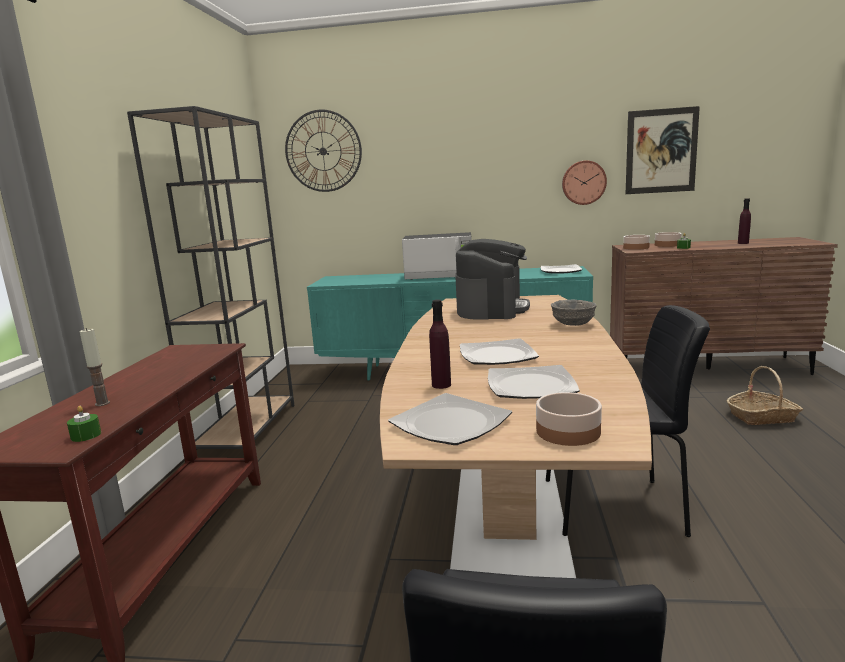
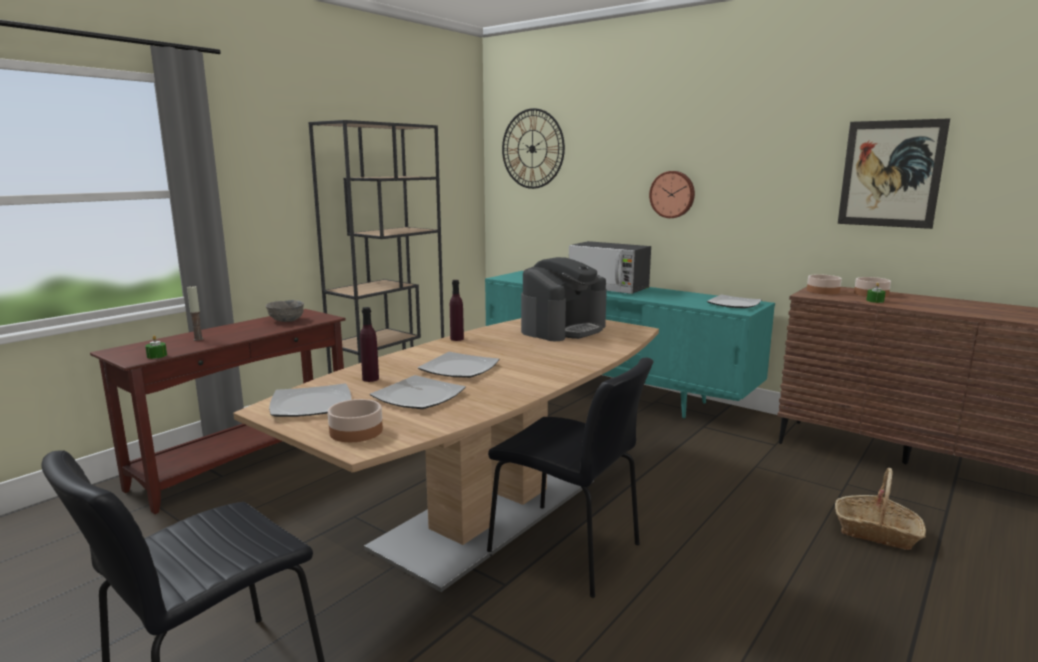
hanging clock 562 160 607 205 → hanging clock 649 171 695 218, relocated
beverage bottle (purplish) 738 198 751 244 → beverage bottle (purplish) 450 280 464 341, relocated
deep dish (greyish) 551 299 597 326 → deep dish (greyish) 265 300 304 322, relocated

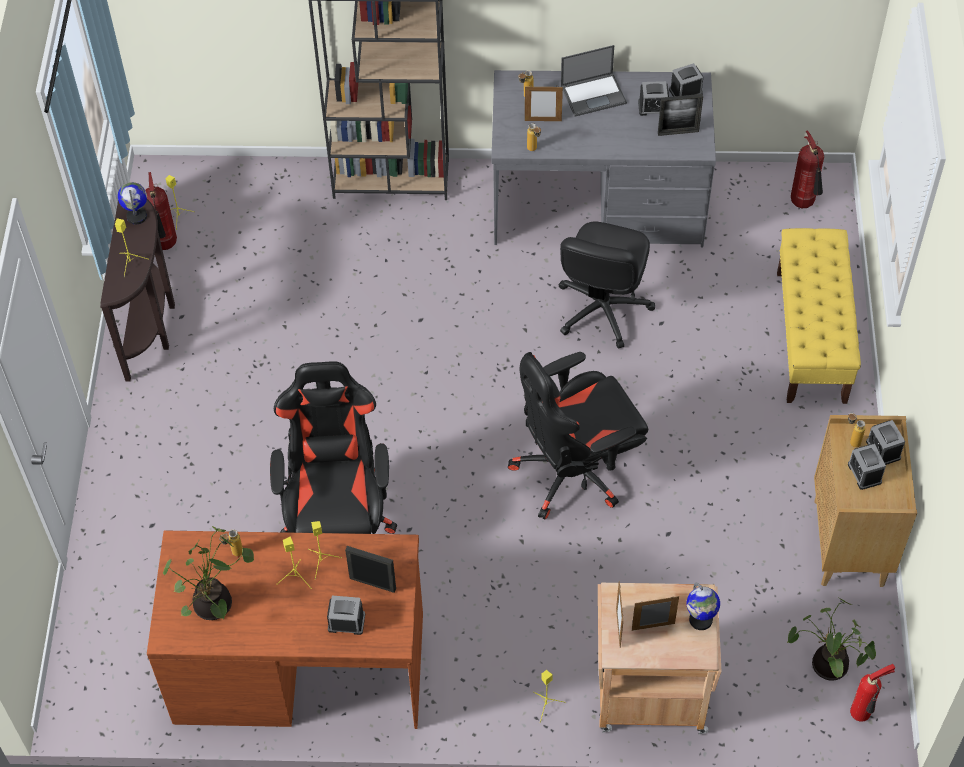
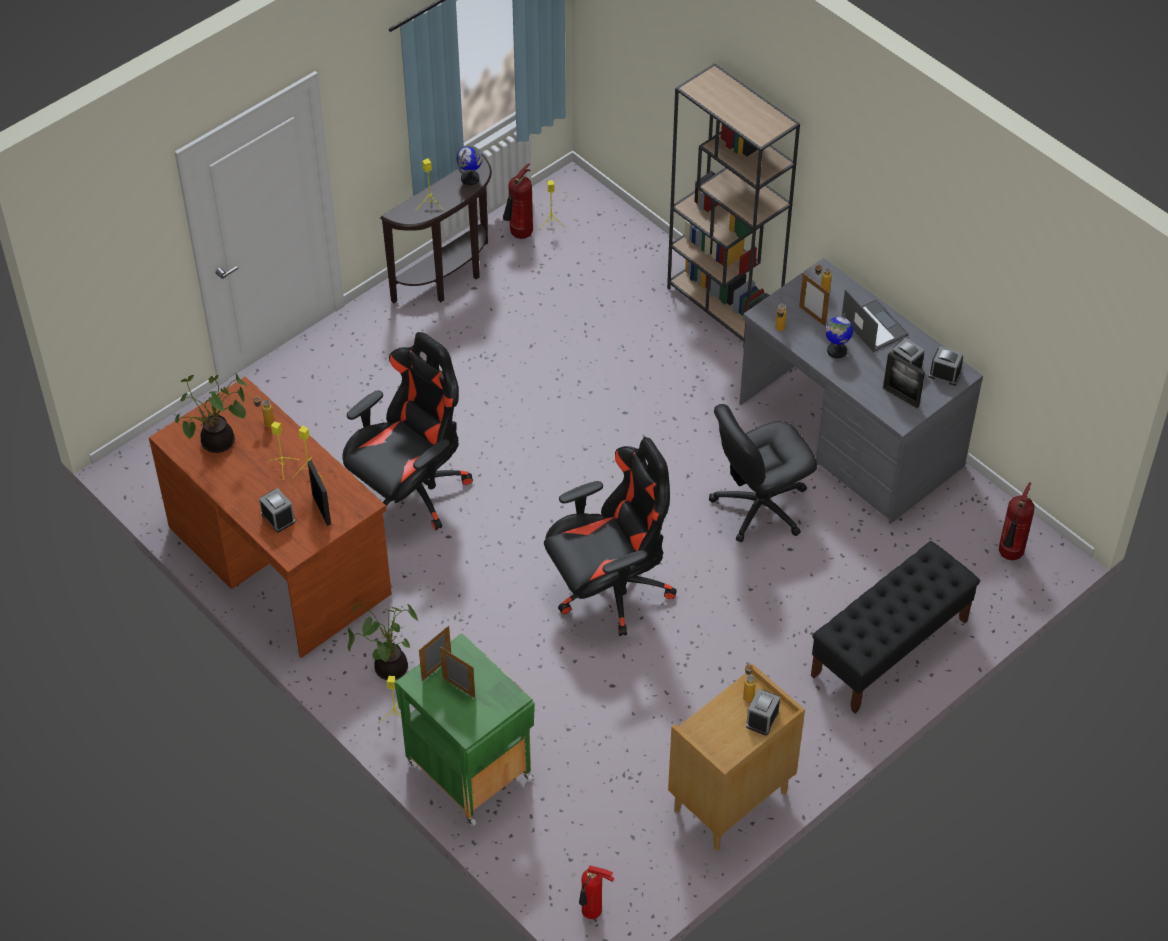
notebook computer 561 45 627 117 → notebook computer 842 289 909 352, 150 degrees counterclockwise
indoor bench (yellow-coloured) 777 228 861 404 → indoor bench (black-coloured) 811 541 980 714
desk chair (black-coloured) 508 352 648 519 → desk chair (black-coloured) 544 437 677 636, 135 degrees clockwise
alarm clock 848 444 886 490 → -
cart (brown-coloured) 598 583 722 735 → cart (greenish) 394 634 535 826
desk globe 687 583 720 630 → desk globe 825 313 853 358, relocated
plant in a pot 787 597 876 681 → plant in a pot 348 600 418 680, relocated

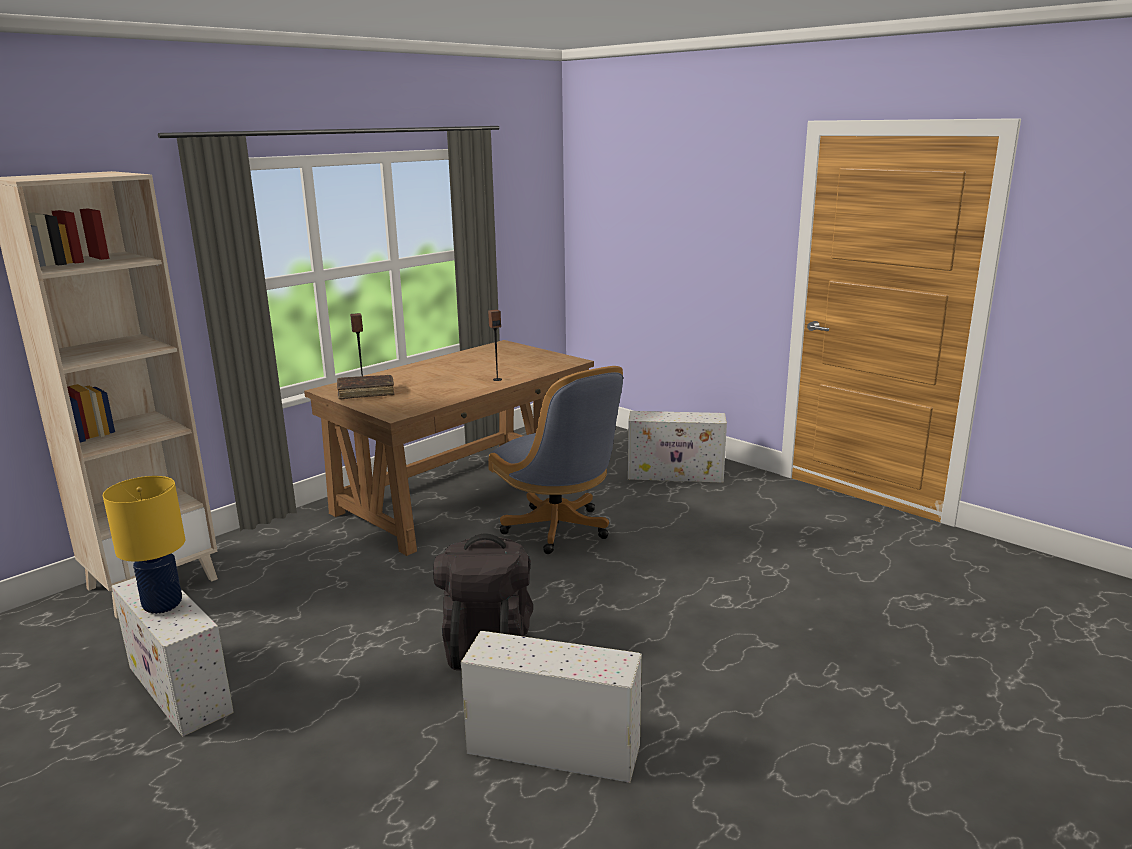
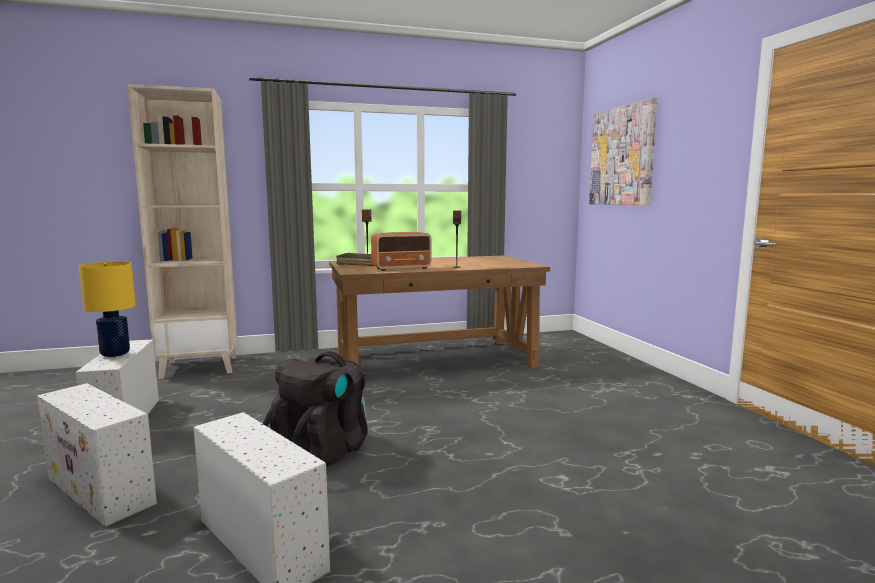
desk chair (bluish) 488 366 623 554 → -
storage box (whitish) 628 411 727 483 → storage box (whitish) 37 383 157 527, relocated
- → wall art 589 98 657 205
- → radio set 371 232 432 271

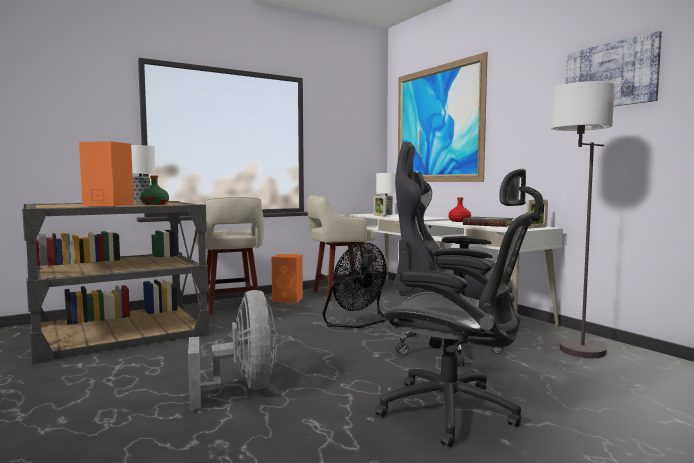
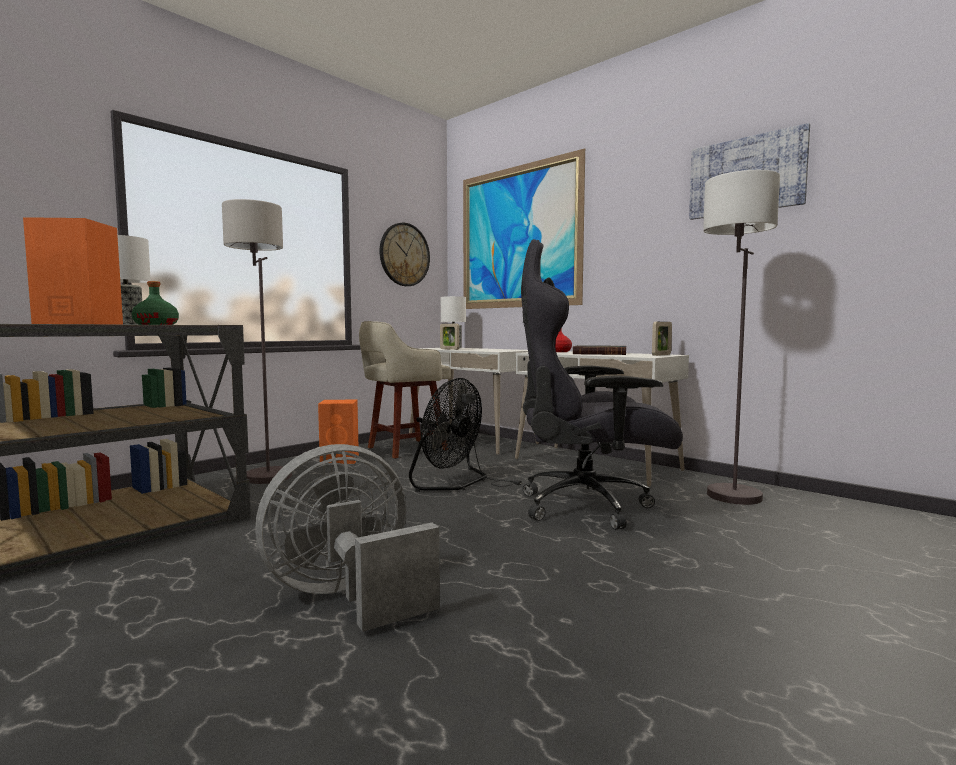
desk chair 375 169 543 447 → -
stool (beige-coloured) 195 197 264 315 → standing lamp (greyish) 222 199 292 484
cooling fan (greyish) 188 290 277 409 → cooling fan (greyish) 255 444 440 632, 90 degrees counterclockwise
- → hanging clock 380 223 430 286

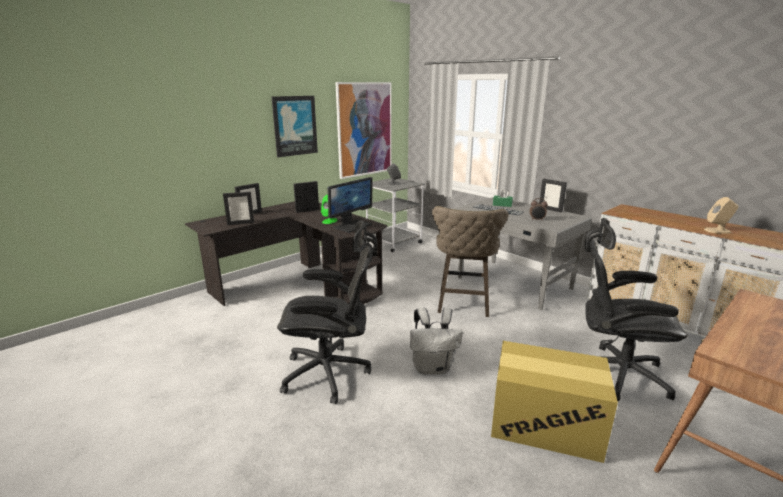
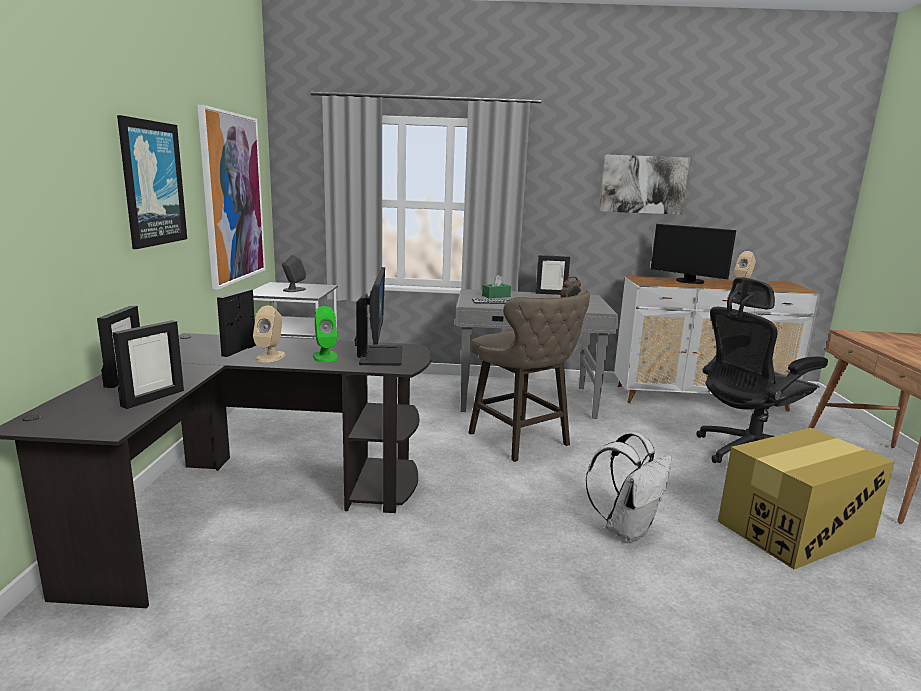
desk chair 277 221 377 404 → -
- → wall art 599 155 690 215
- → computer screen 651 224 736 284
- → loudspeaker (beige-coloured) 253 305 286 363

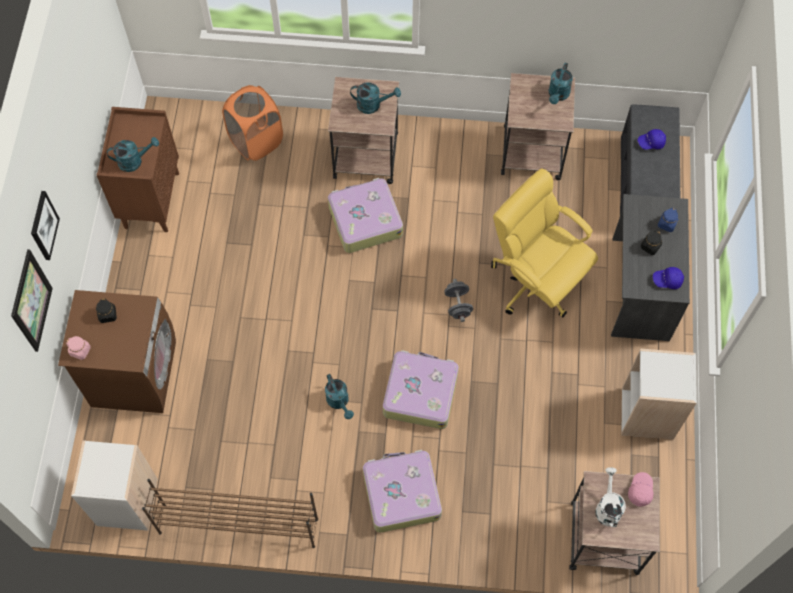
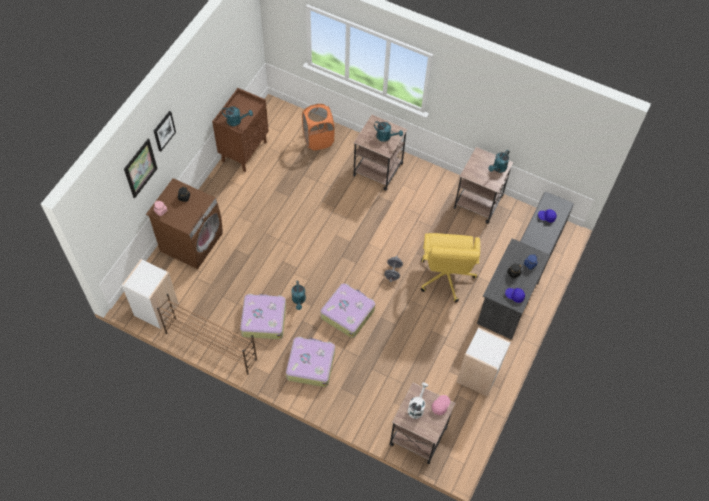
desk chair (yellow-coloured) 491 169 598 317 → desk chair (yellow-coloured) 421 233 480 302, 150 degrees counterclockwise
suitcase 328 178 403 253 → suitcase 240 294 286 339, relocated

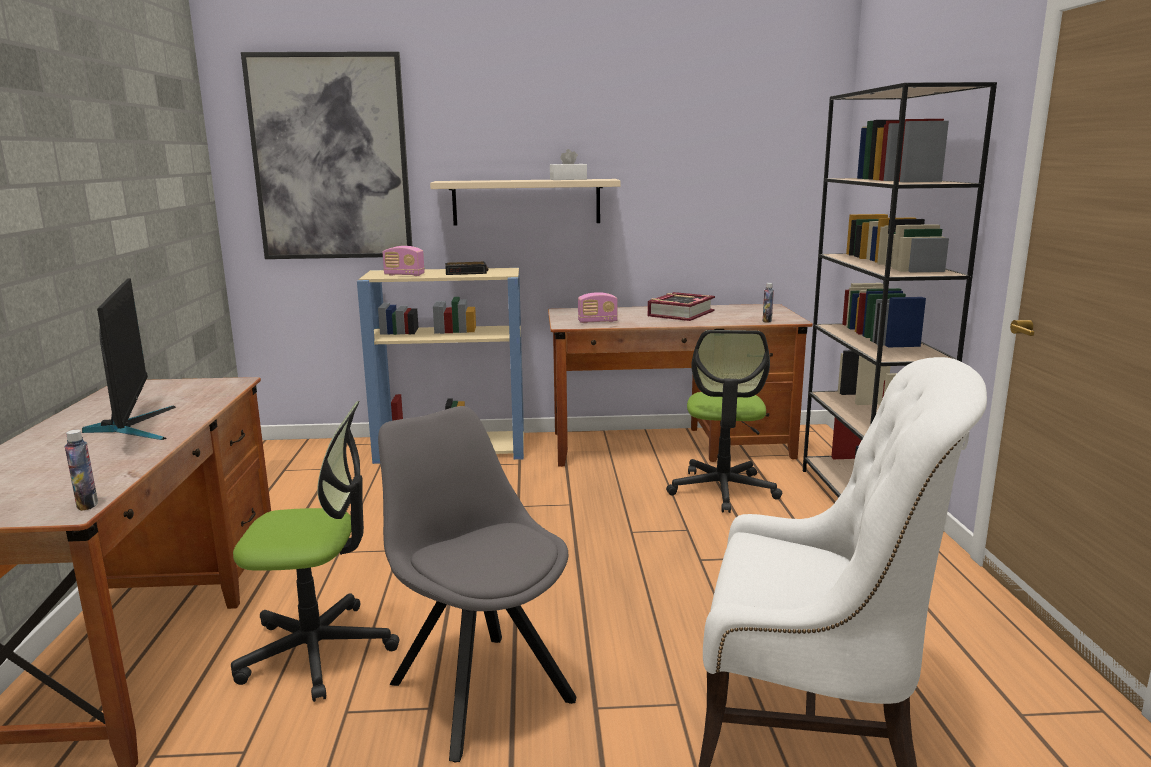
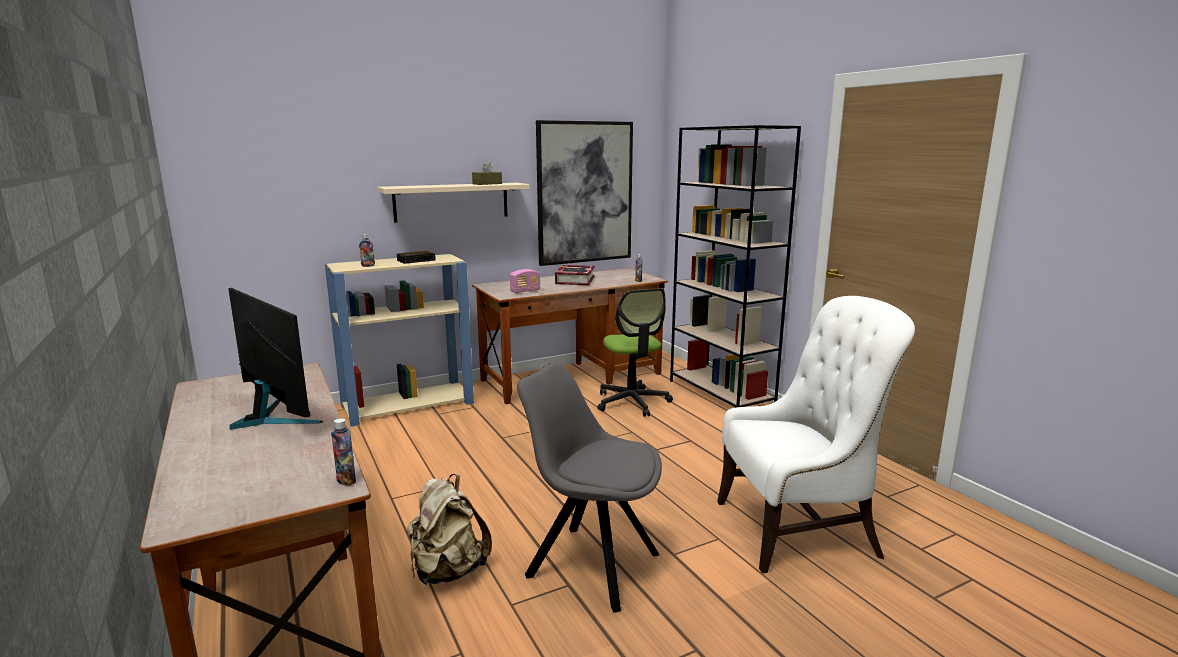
wall art 241 51 412 259 → wall art 536 120 633 266, relocated
tissue holder (whitish) 550 149 587 180 → tissue holder (brown-coloured) 472 161 502 185
radio set 383 246 425 276 → beverage bottle 359 234 375 267
desk chair 231 401 400 702 → backpack (beige-coloured) 407 474 492 585

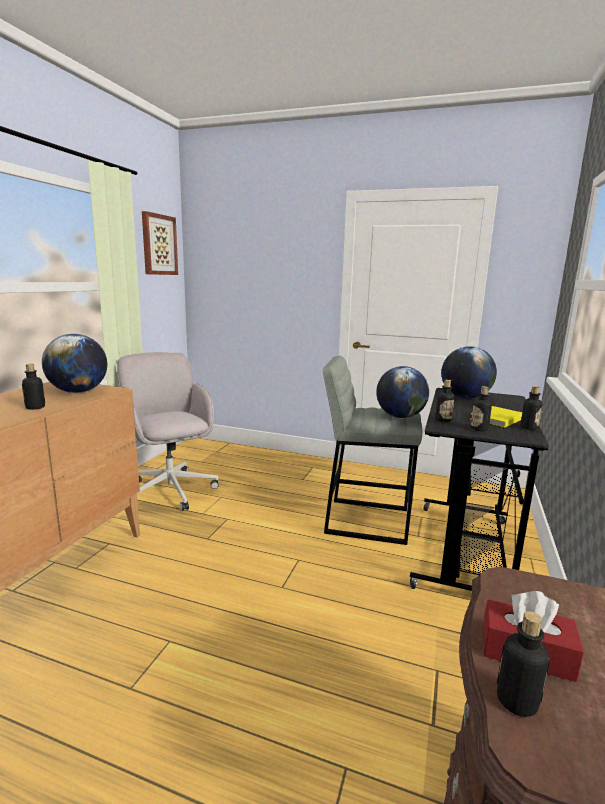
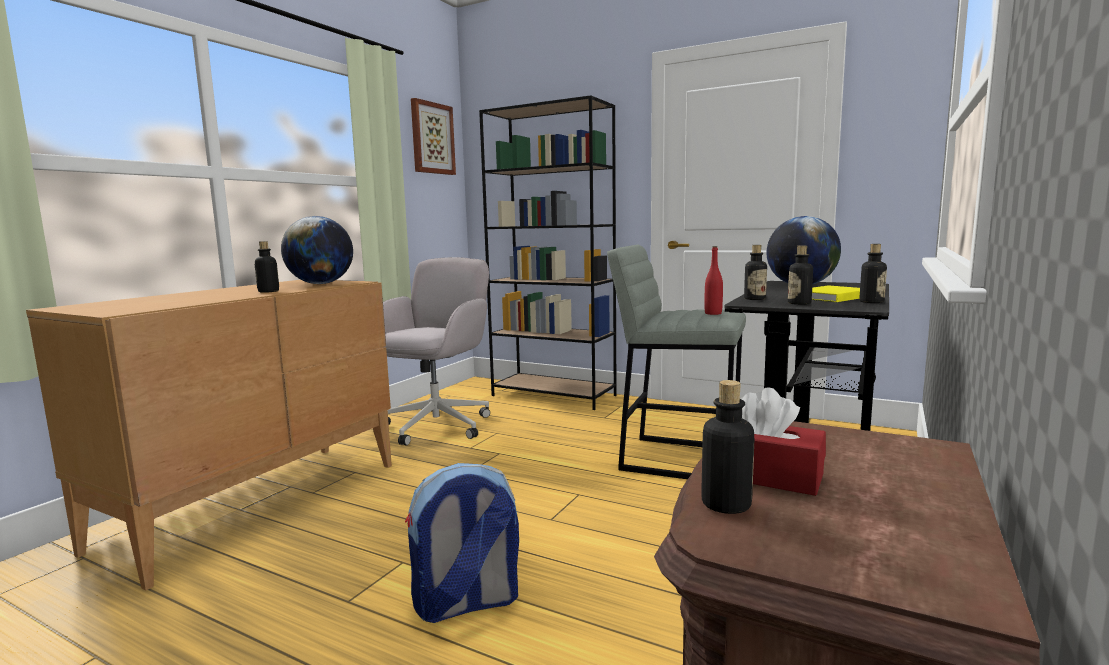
desk chair (greyish) 117 352 219 511 → desk chair (greyish) 383 257 490 446, 45 degrees clockwise
desk globe 376 366 429 418 → beverage bottle (red) 705 246 723 315
- → bookshelf (beige-coloured) 479 95 617 410
- → backpack 405 463 519 623

